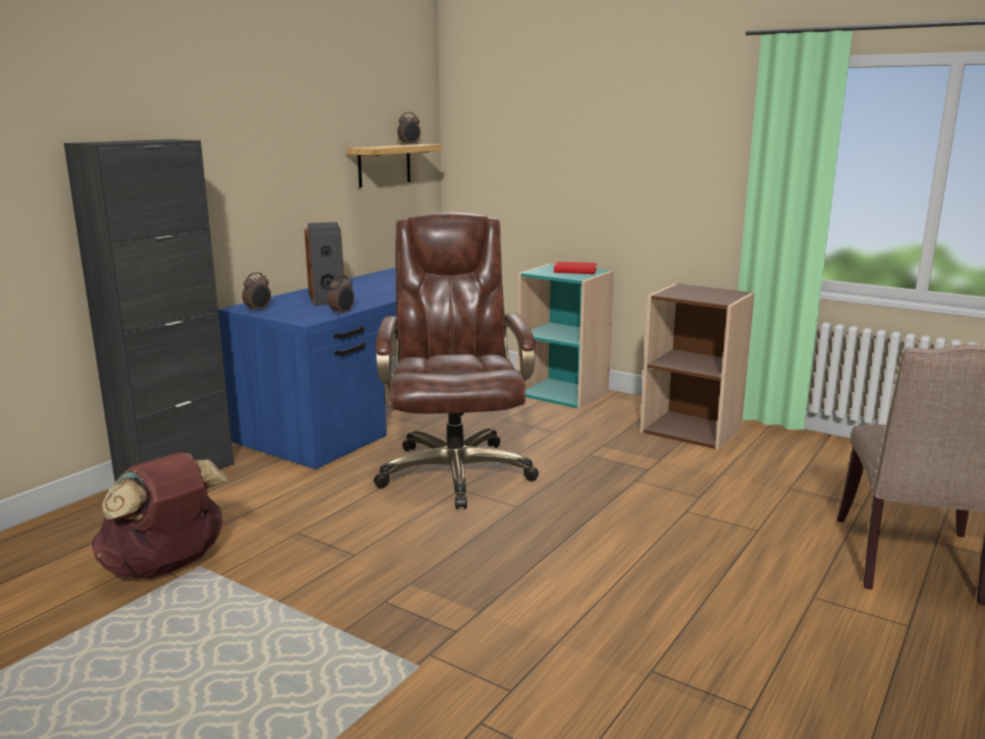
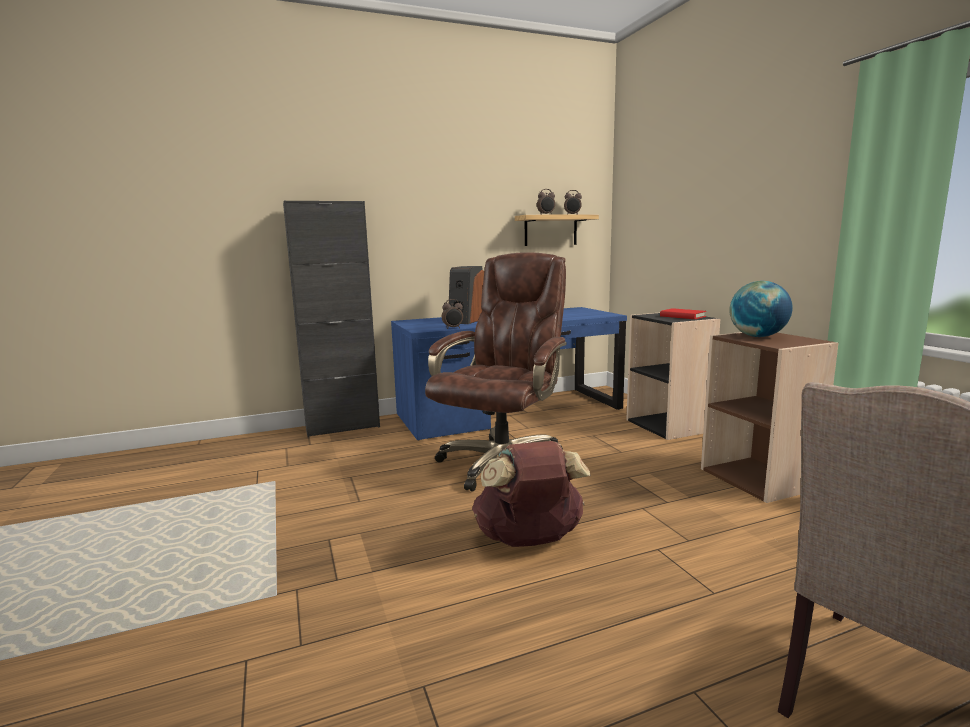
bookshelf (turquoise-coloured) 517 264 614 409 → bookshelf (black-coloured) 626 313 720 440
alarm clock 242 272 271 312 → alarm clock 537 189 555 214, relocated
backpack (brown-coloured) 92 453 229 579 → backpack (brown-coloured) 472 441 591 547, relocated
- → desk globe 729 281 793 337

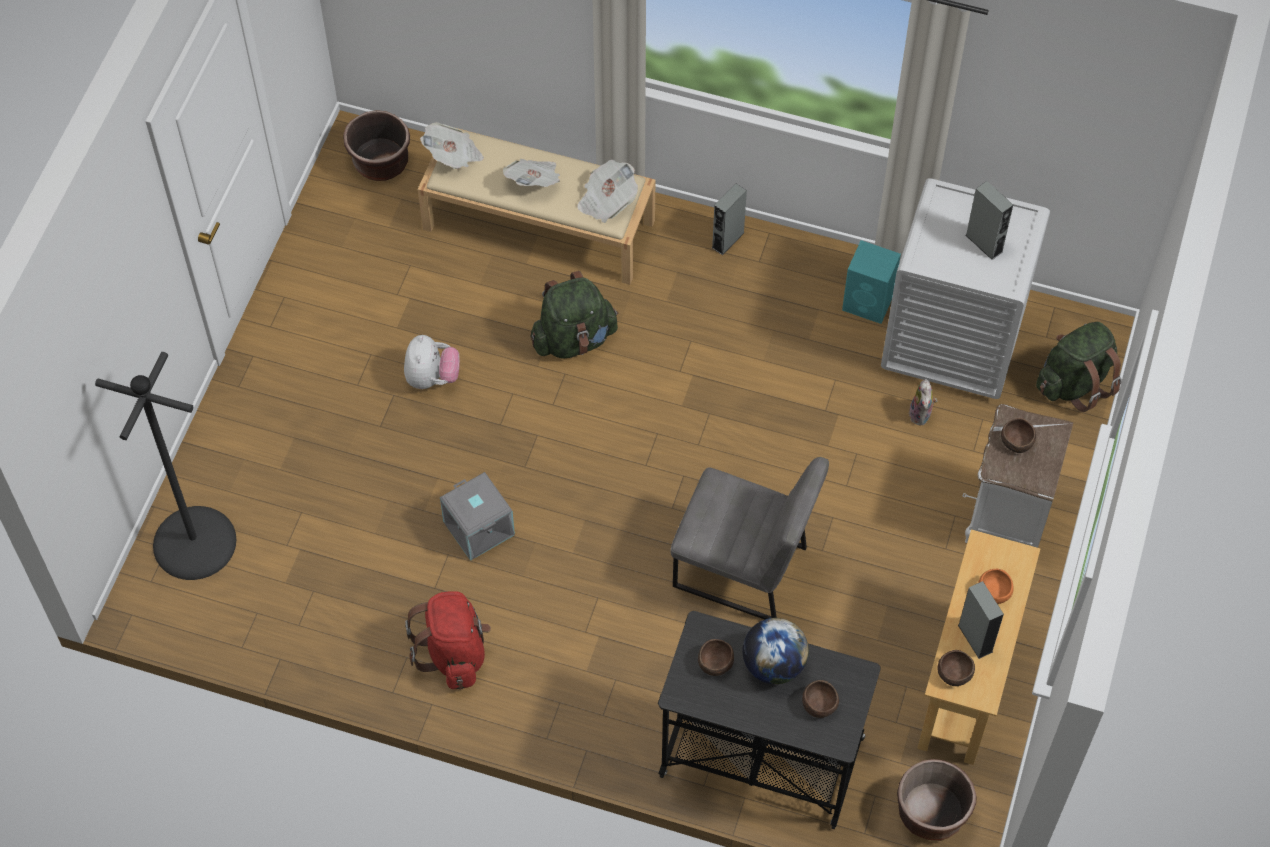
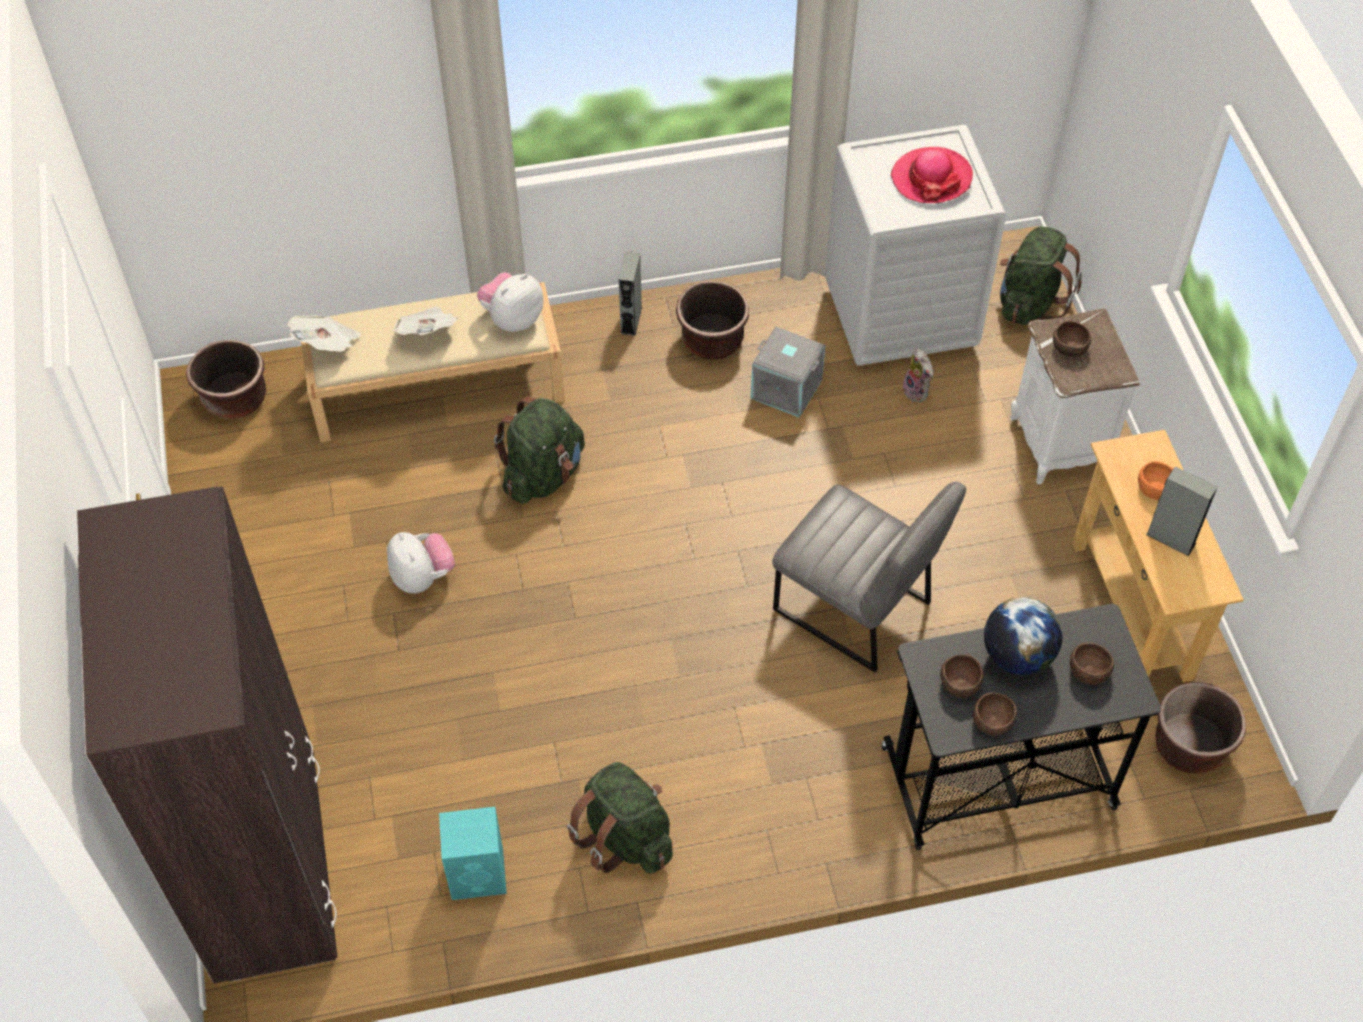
newspaper 577 160 638 223 → cuddly toy 477 272 544 332
loudspeaker (greyish) 966 181 1013 260 → hat 891 147 973 203
loudspeaker (turquoise-coloured) 842 240 901 324 → loudspeaker (turquoise-coloured) 439 807 507 900, relocated
garment rack (black-coloured) 95 352 236 580 → wardrobe (brown-coloured) 76 486 338 983
upright chair (greyish) 670 457 829 620 → upright chair (greyish) 772 482 966 672, 45 degrees clockwise
storage box (greyish) 440 472 515 561 → storage box (greyish) 751 327 825 418, relocated
backpack (red) 405 591 491 690 → backpack (greenish) 567 762 673 874
deep dish (brown-coloured) 937 650 975 686 → deep dish (brown-coloured) 973 692 1017 736, relocated
- → flower pot (brown-coloured) 676 281 749 359

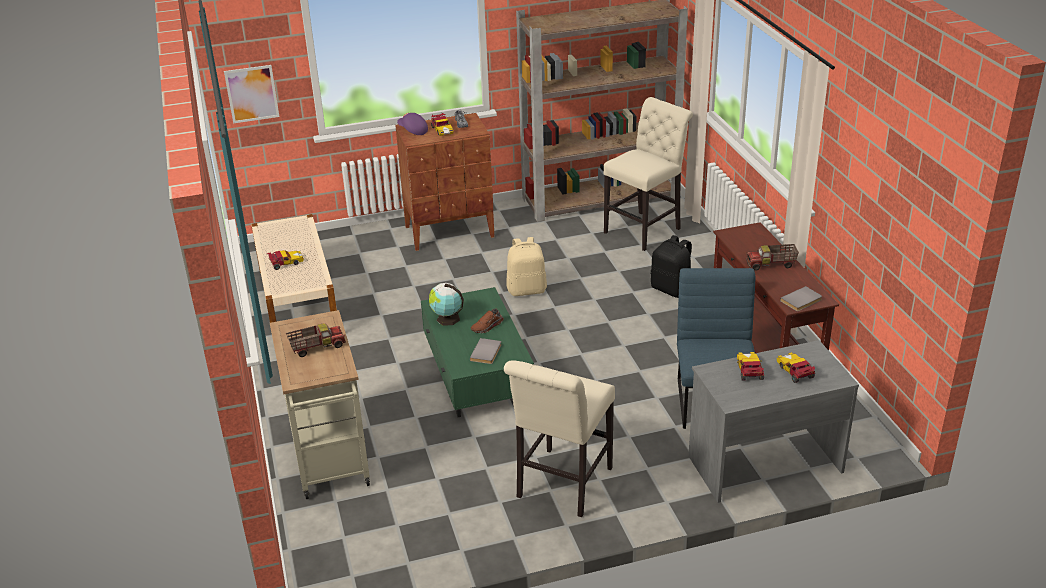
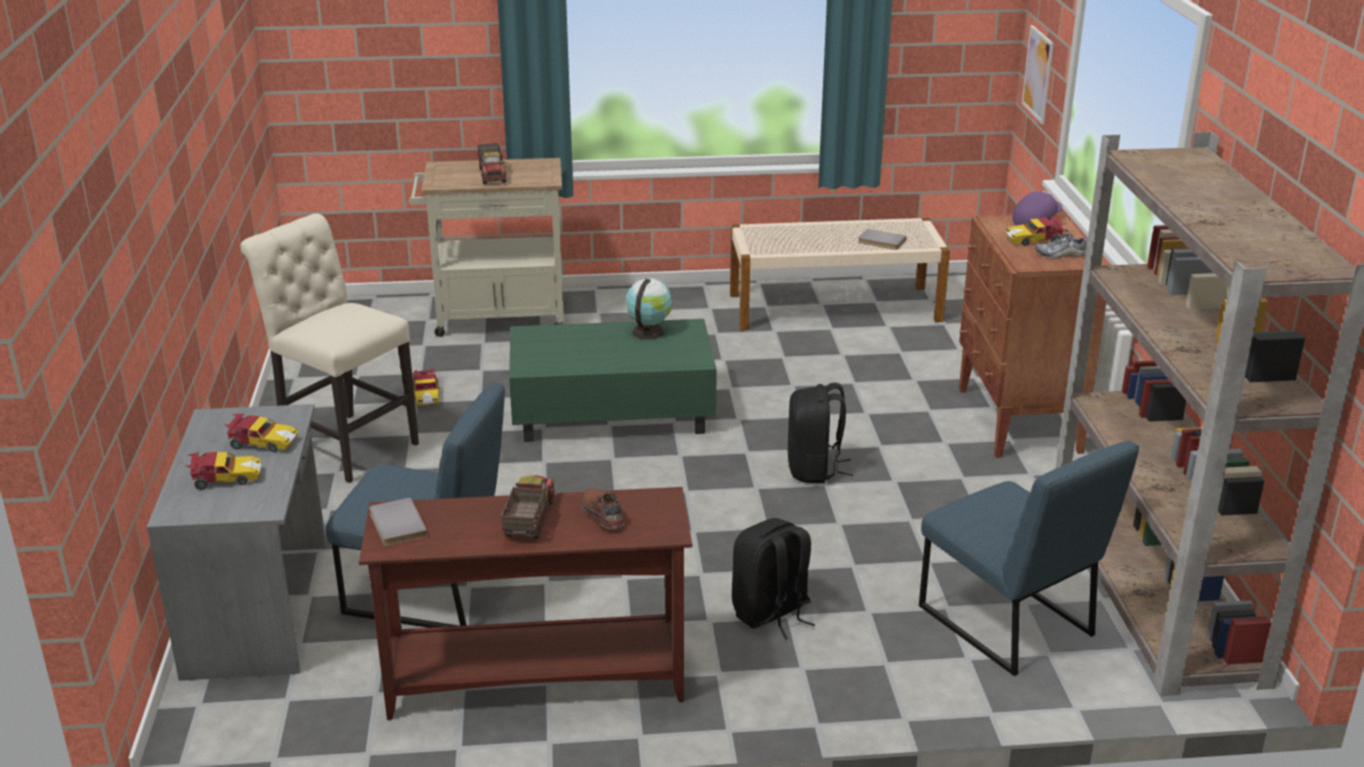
stool (beige-coloured) 603 97 693 251 → upright chair (bluish) 919 441 1139 676
backpack (beige-coloured) 507 237 547 296 → backpack (black-coloured) 788 383 853 483
toy car 267 250 304 270 → toy car 412 368 441 406, relocated
shoe (brown-coloured) 471 308 504 333 → shoe (brown-coloured) 582 488 624 529, relocated
bound book (greyish) 470 338 501 364 → bound book (greyish) 858 229 907 250, relocated

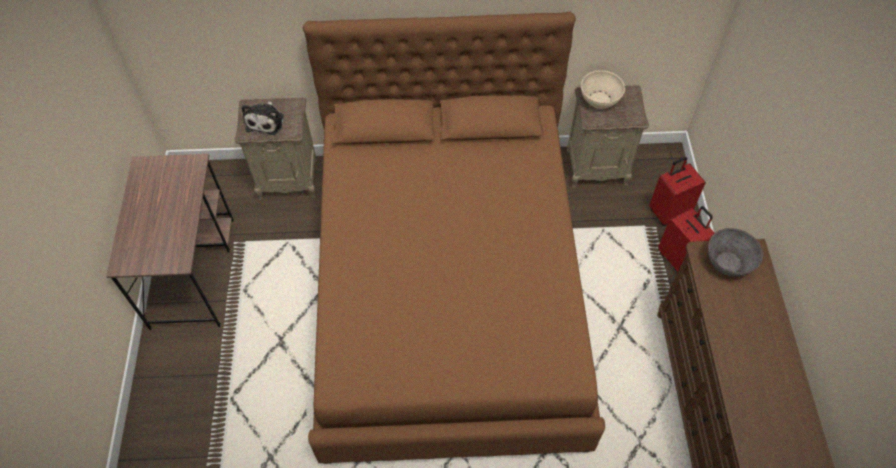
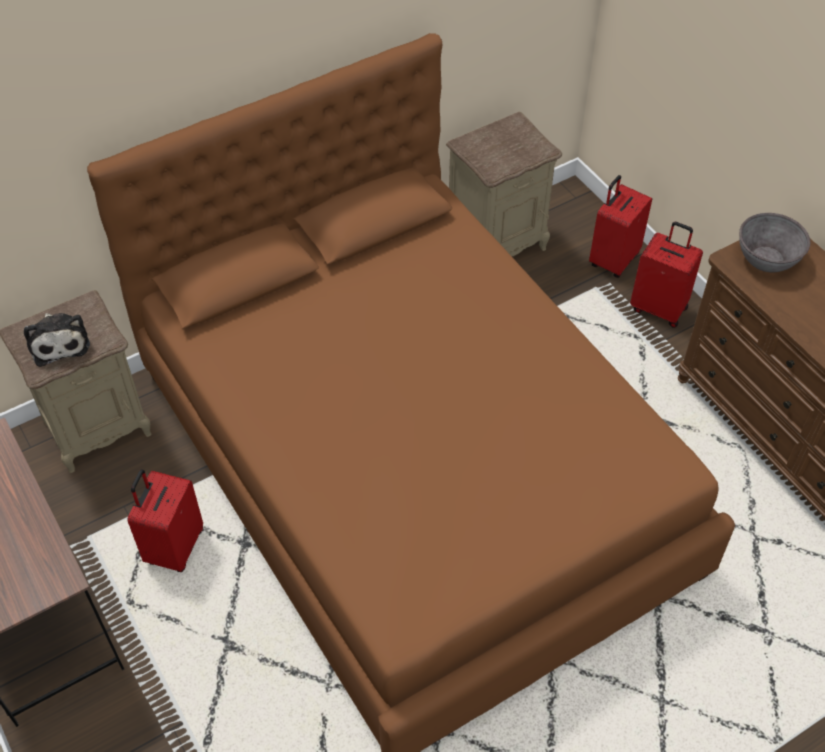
deep dish (beige-coloured) 581 70 625 109 → -
- → suitcase (red) 127 469 203 572

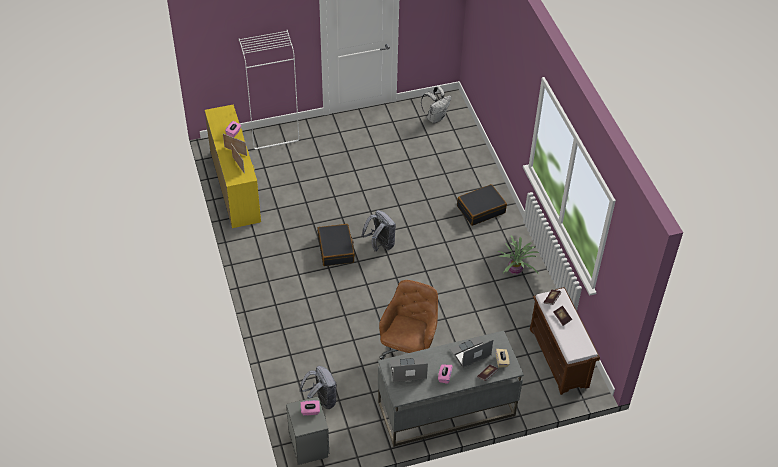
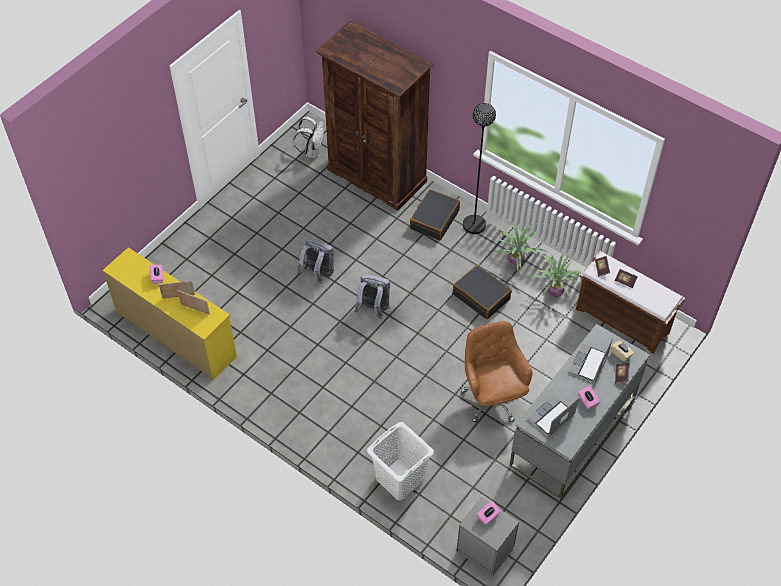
garment rack (whitish) 239 30 299 149 → -
suitcase (black-coloured) 317 224 355 266 → suitcase (black-coloured) 453 265 512 319, relocated
backpack (greyish) 299 366 337 409 → backpack (greyish) 297 238 334 284, relocated
- → wardrobe (brown-coloured) 316 21 434 211
- → standing lamp (black-coloured) 463 103 496 234
- → plant in a pot 529 253 581 298
- → washing basket (whitish) 367 422 434 501

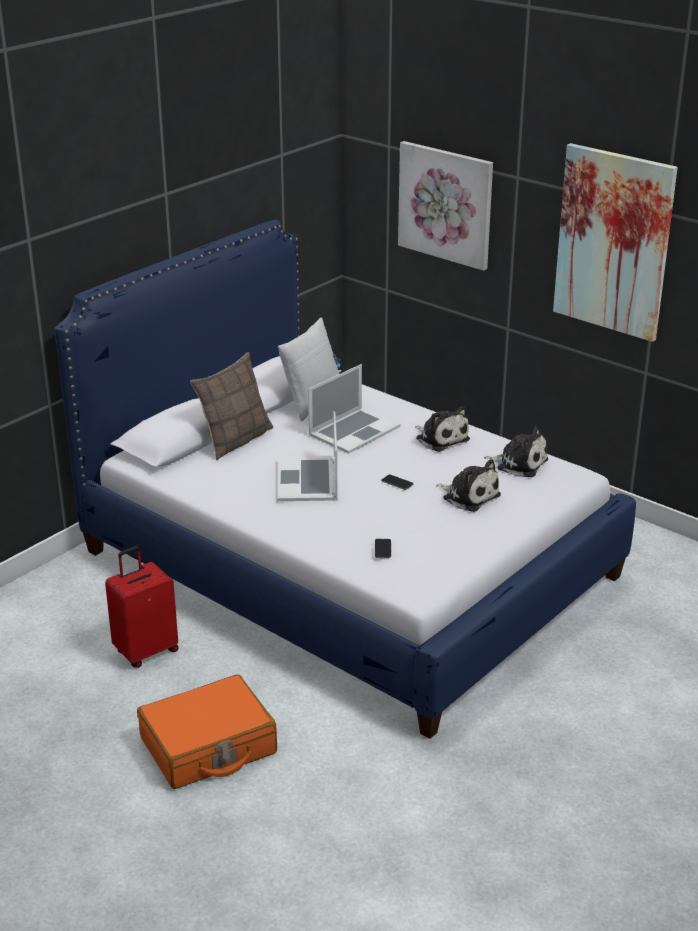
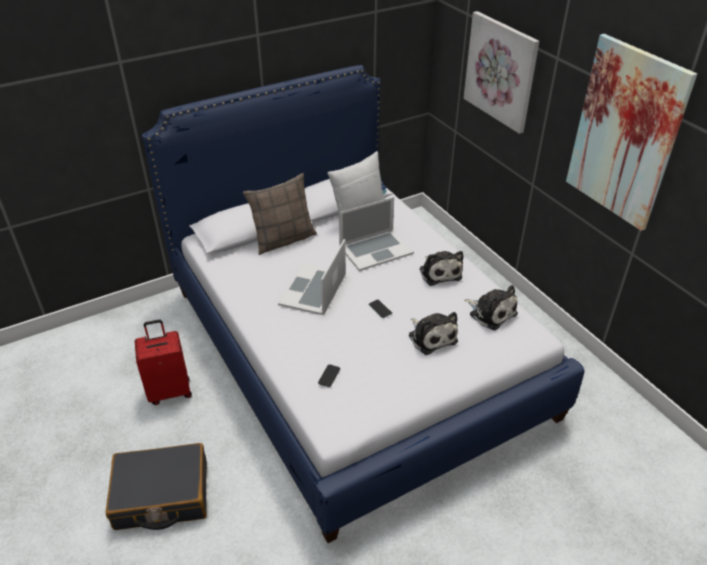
suitcase (orange) 137 675 277 789 → suitcase (black-coloured) 106 443 207 530

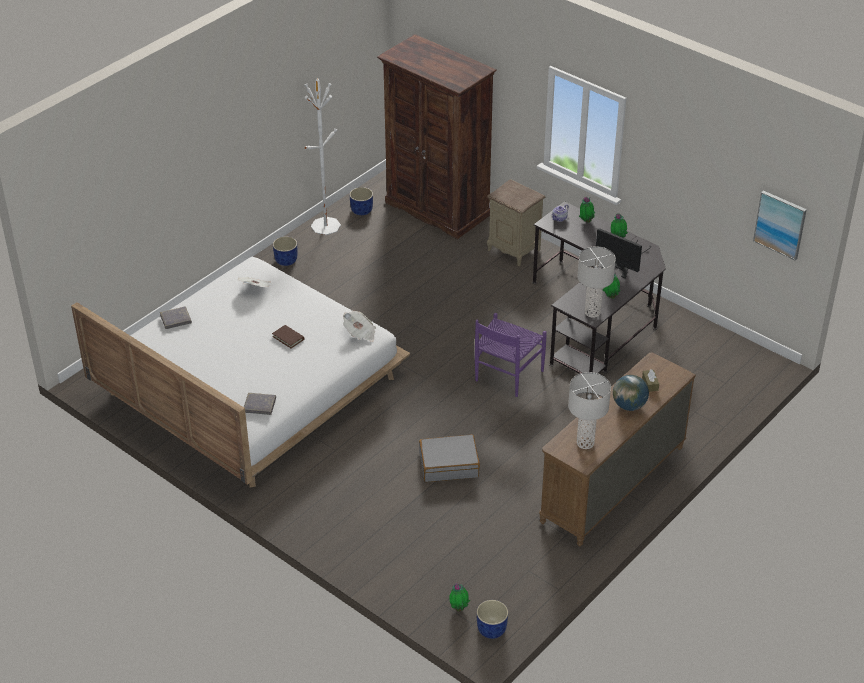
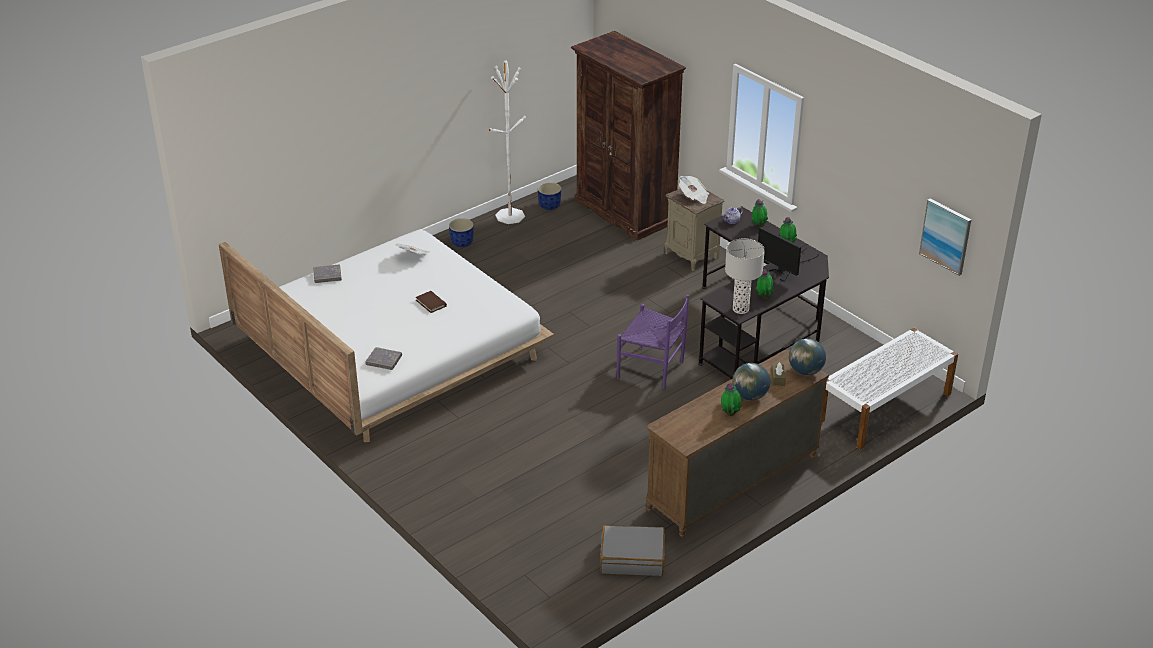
newspaper 343 311 376 342 → newspaper 679 176 709 204, relocated
upright chair (purplish) 475 313 547 397 → upright chair (purplish) 617 295 689 389, 105 degrees counterclockwise
lamp for a table (whitish) 568 372 611 449 → -
suitcase (greyish) 419 434 480 482 → suitcase (greyish) 600 525 665 576, relocated
plant in a pot 449 583 470 611 → plant in a pot 721 383 742 416, relocated
flower pot (bluish) 477 600 508 639 → -
- → indoor bench (whitish) 822 328 958 450
- → desk globe 789 338 826 375

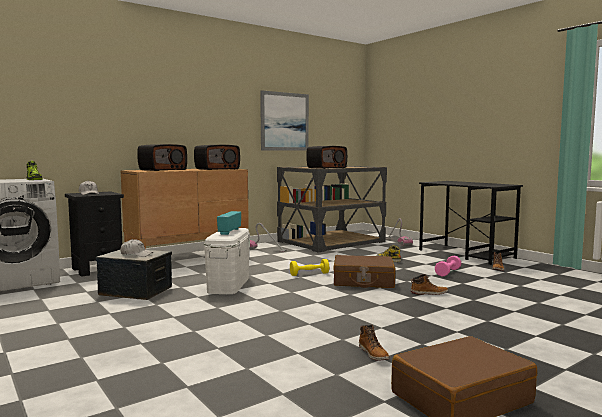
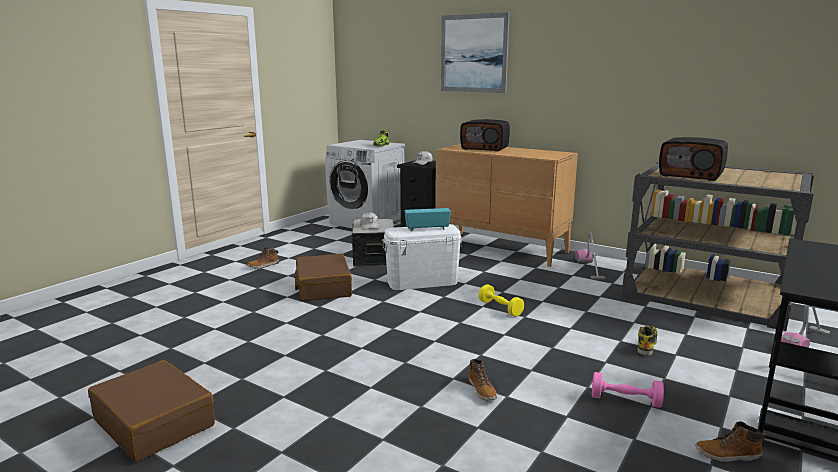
wall art 260 90 309 151 → wall art 441 12 510 93, relocated
radio set 194 145 240 170 → -
suitcase (brown-coloured) 333 255 395 288 → suitcase (brown-coloured) 294 254 352 301, relocated
tall boot 359 325 390 360 → tall boot 247 247 279 269, relocated

